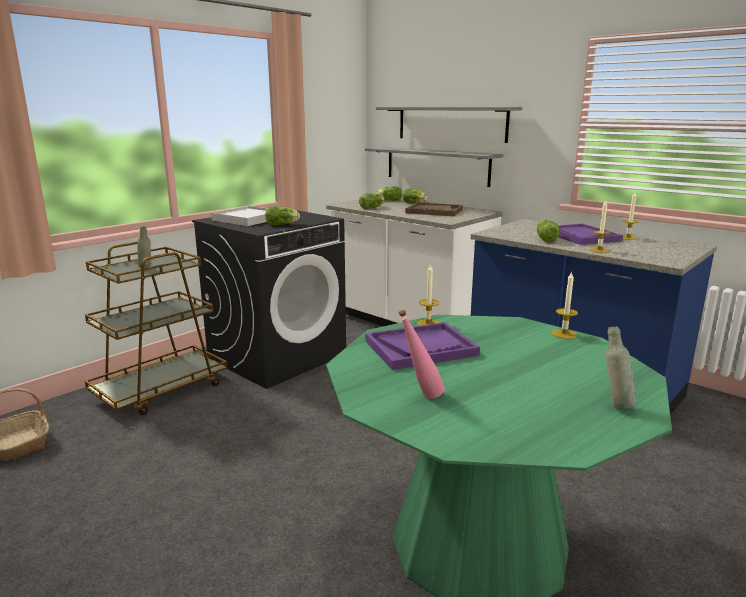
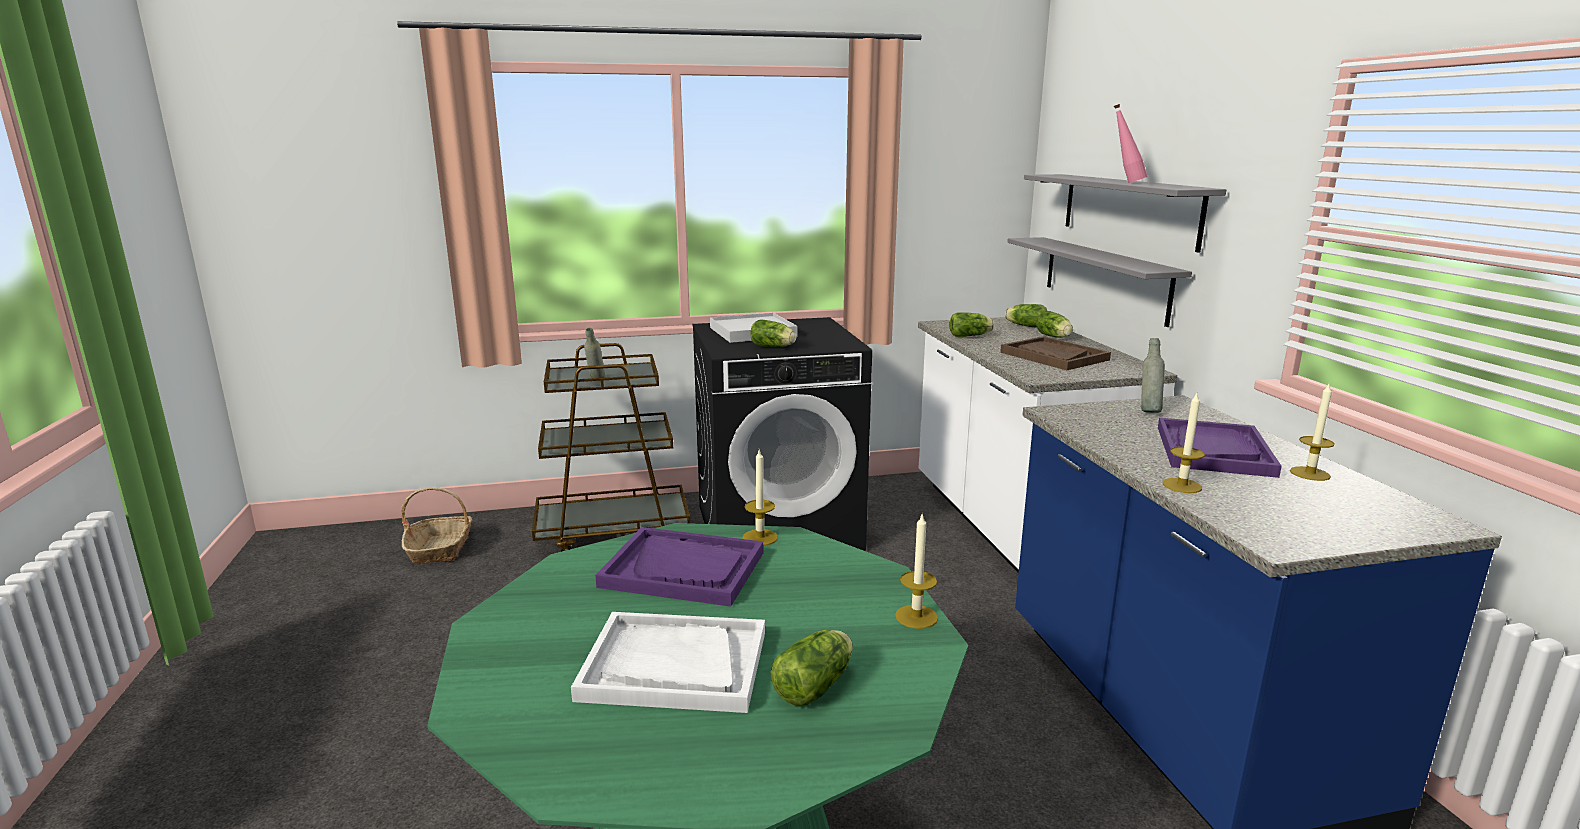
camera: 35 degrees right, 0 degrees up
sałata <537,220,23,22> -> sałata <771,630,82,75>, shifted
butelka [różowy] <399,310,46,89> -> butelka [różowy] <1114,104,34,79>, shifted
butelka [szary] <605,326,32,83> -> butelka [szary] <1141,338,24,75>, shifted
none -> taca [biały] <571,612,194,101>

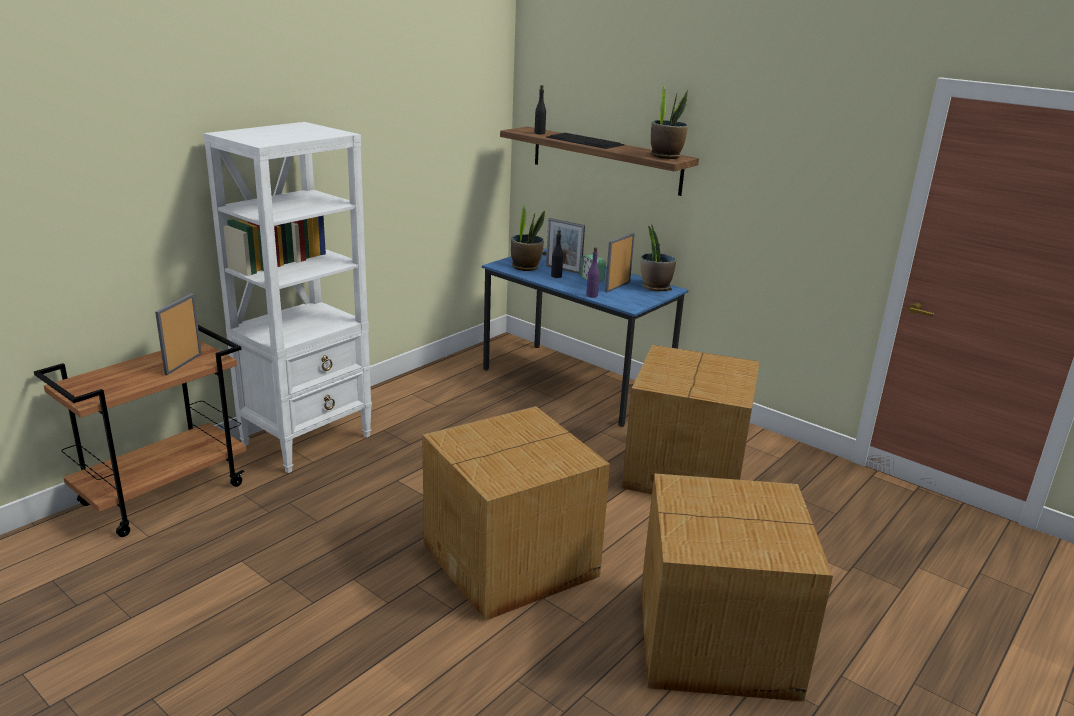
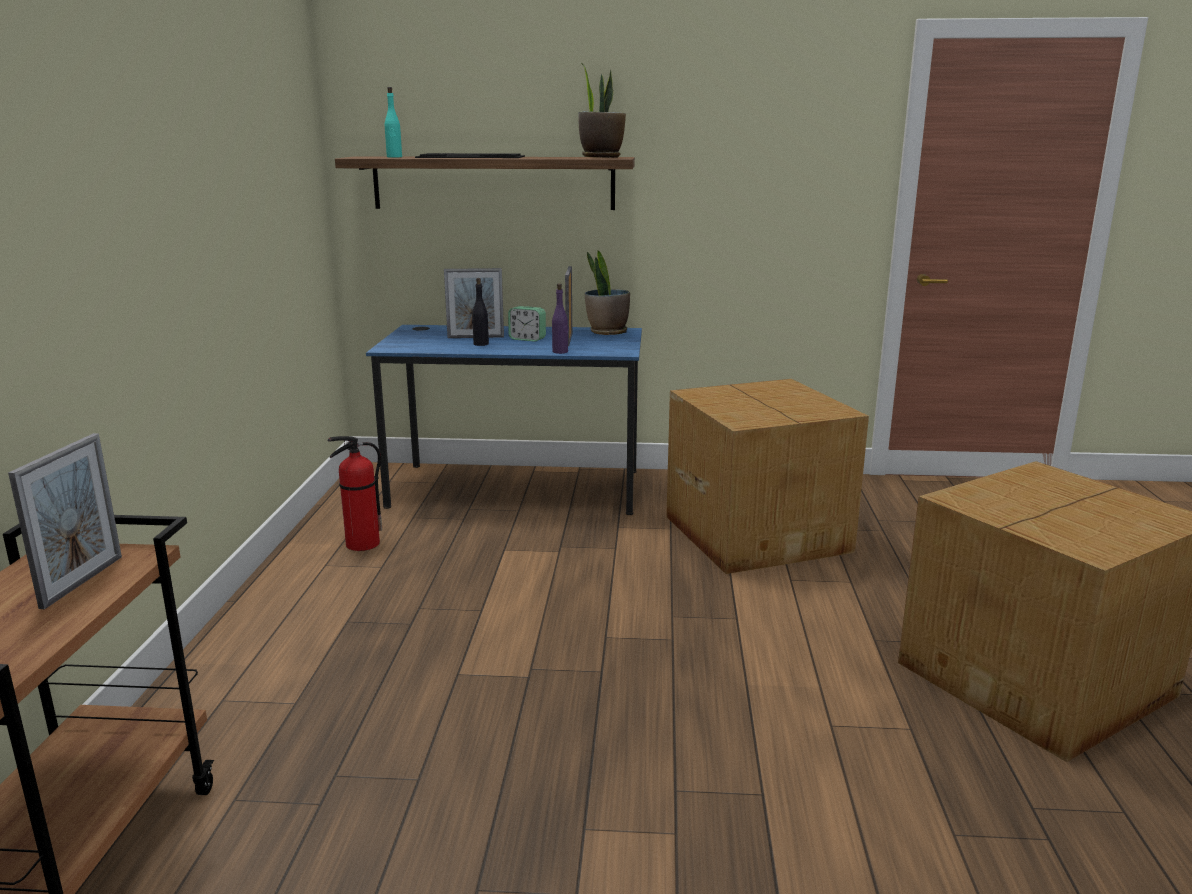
camera: 35 degrees left, 5 degrees down
butelka [czarny] <534,85,12,49> -> butelka [turkusowy] <385,87,17,70>
regał [biały] <203,122,169,351> -> none
roślina doniczkowa <511,204,34,67> -> none
ramka na zdjęcie <155,293,47,82> -> ramka na zdjęcie <8,433,114,176>, 150 degrees counterclockwise
karton <422,406,188,215> -> none
none -> gaśnica <327,436,55,115>

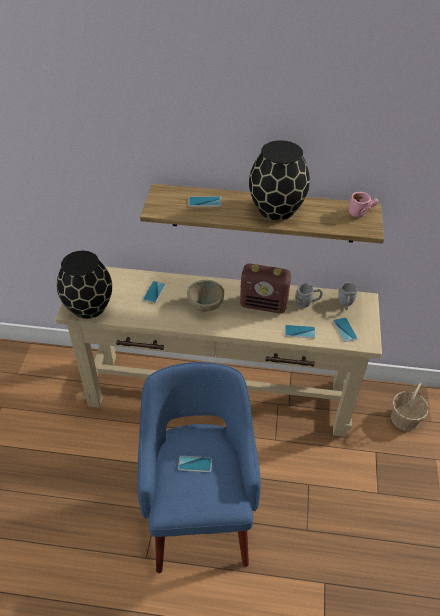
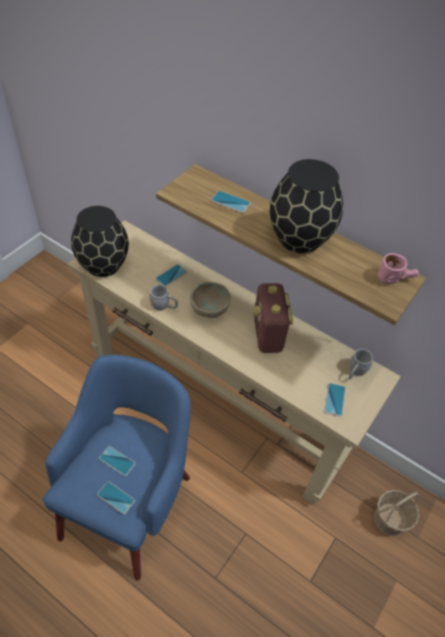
camera: 25 degrees right, 5 degrees up
radio <240,263,51,50> -> radio <254,283,39,70>, 45 degrees clockwise
kubek [szary] <295,284,28,24> -> kubek [szary] <149,285,29,26>, shifted
telefon <285,325,31,13> -> telefon <97,481,38,33>, shifted

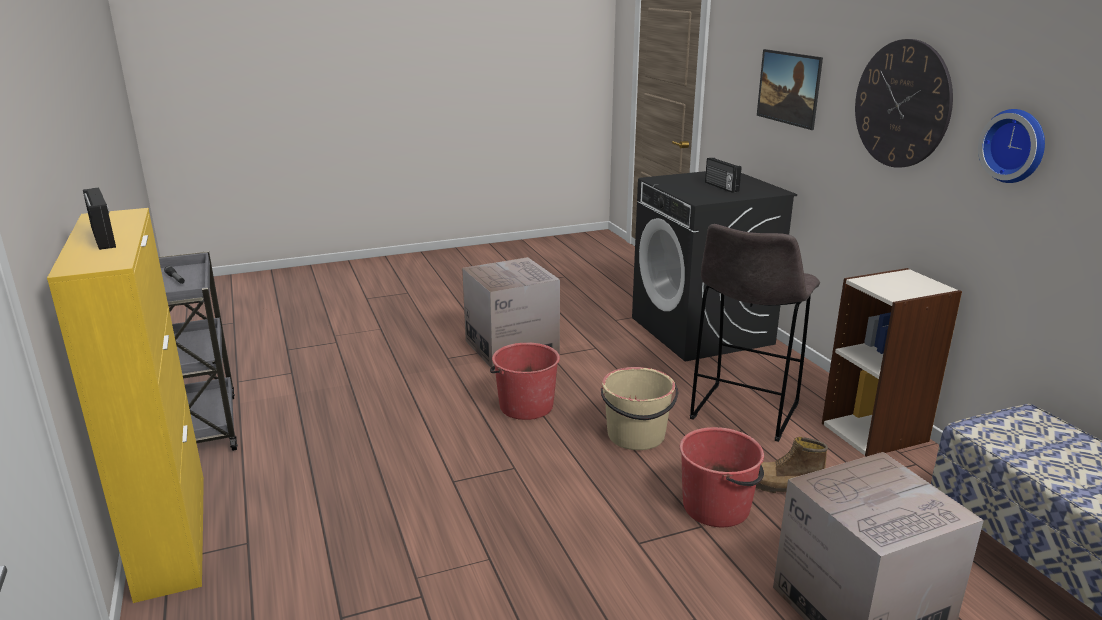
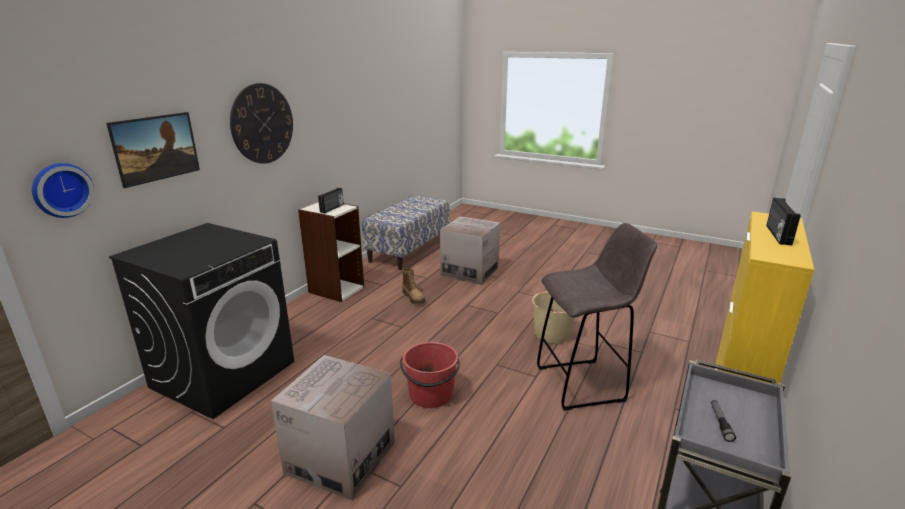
camera: 130 degrees left, 0 degrees up
zegar ścienny <978,109,67,74> -> zegar ścienny <32,163,62,55>, shifted
radio <705,158,37,35> -> radio <318,188,26,25>, shifted
stołek [szary] <690,224,130,218> -> stołek [szary] <537,223,120,188>, shifted
wiadro [beżowy] <601,367,77,83> -> wiadro [beżowy] <532,291,43,53>, shifted
wiadro [czerwony] <680,427,84,100> -> none

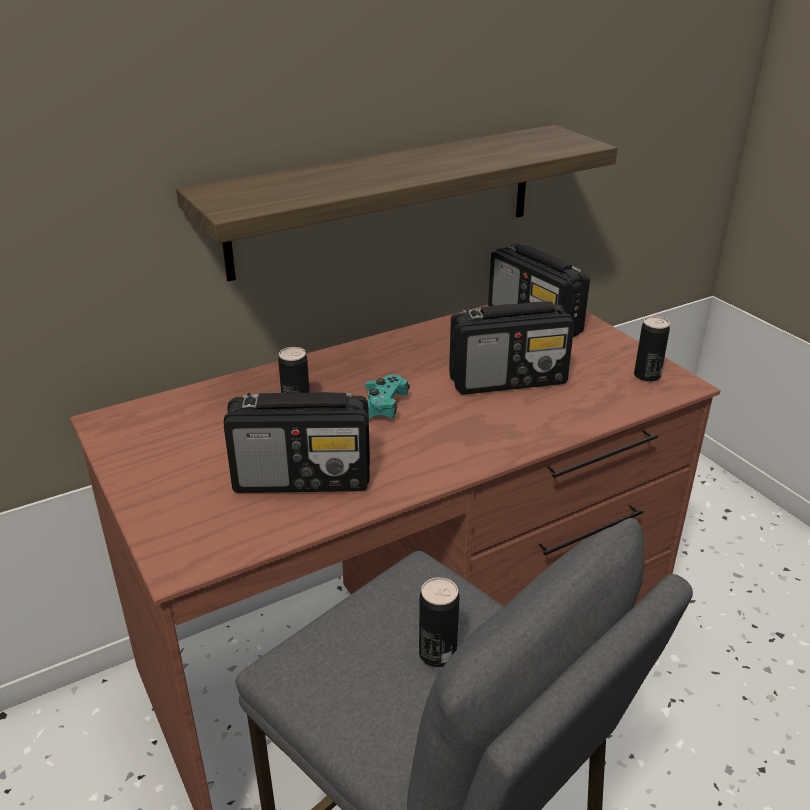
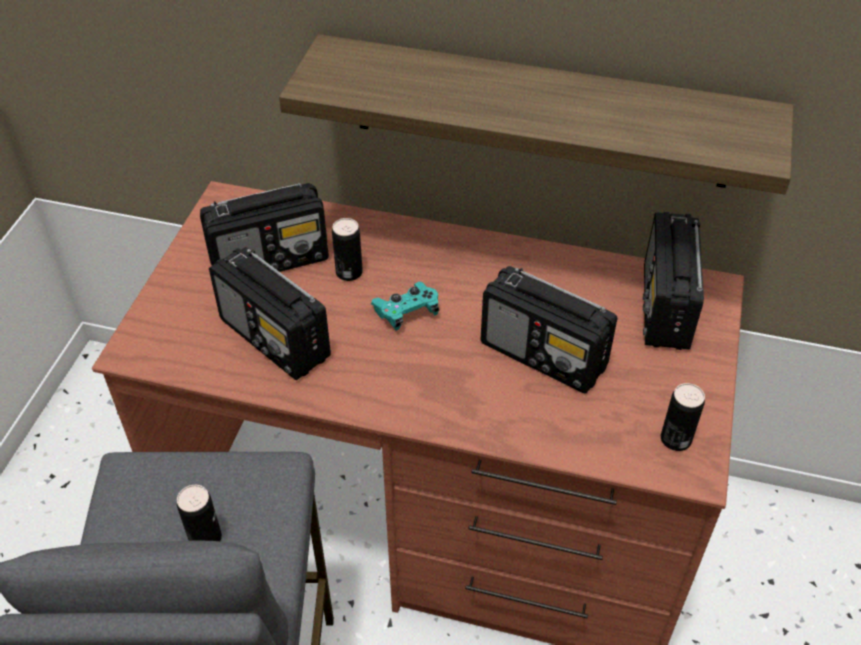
camera: 45 degrees right, 15 degrees up
none -> radio <200,183,129,89>

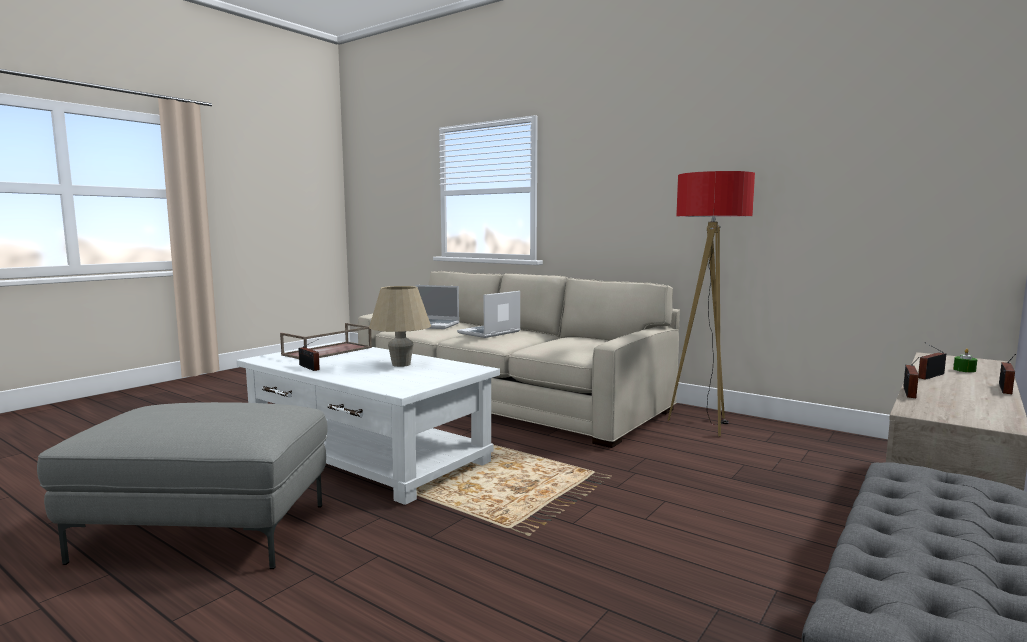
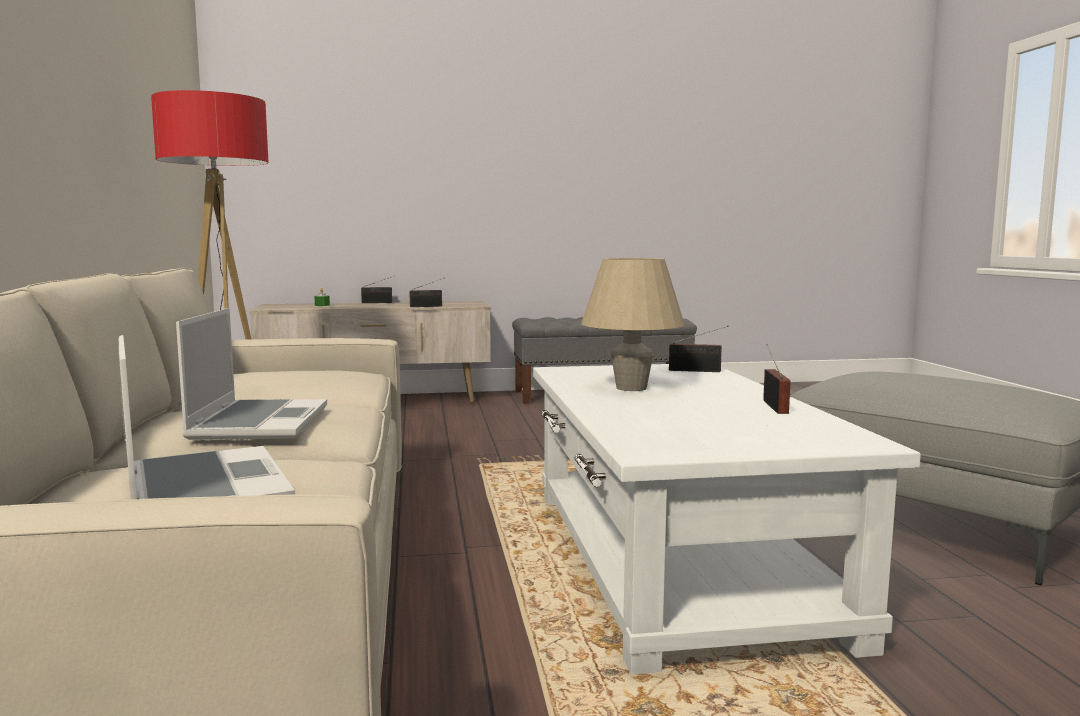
camera: 135 degrees left, 0 degrees up
laptop <457,291,64,47> -> laptop <176,308,151,132>, 90 degrees counterclockwise
taca [brązowy] <280,323,92,36> -> none
radio <918,342,28,38> -> radio <669,326,60,46>, shifted

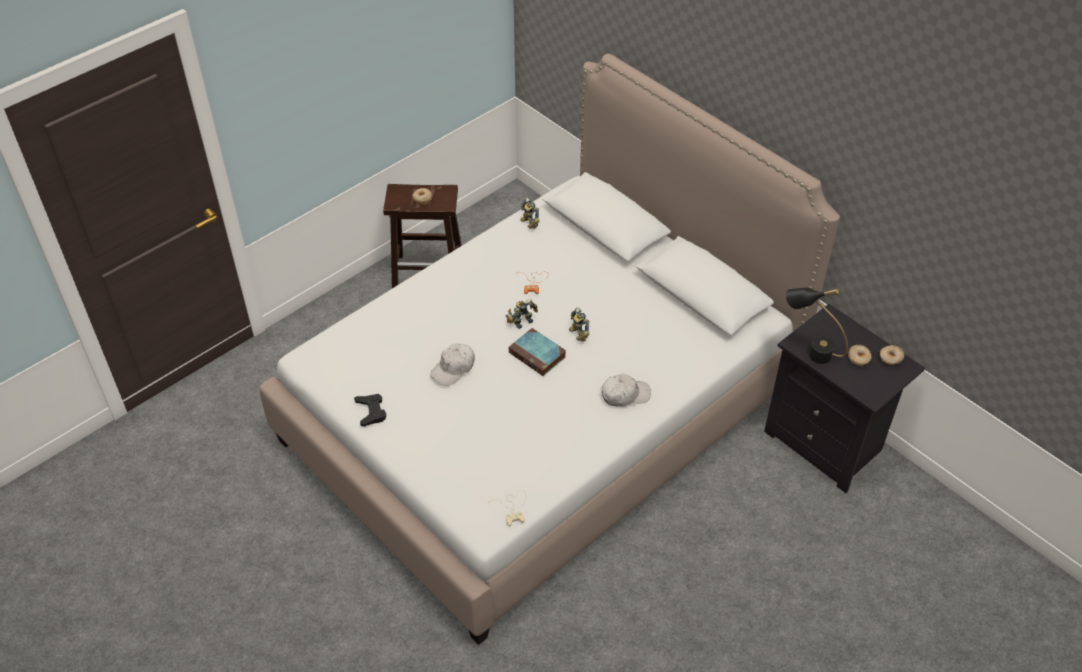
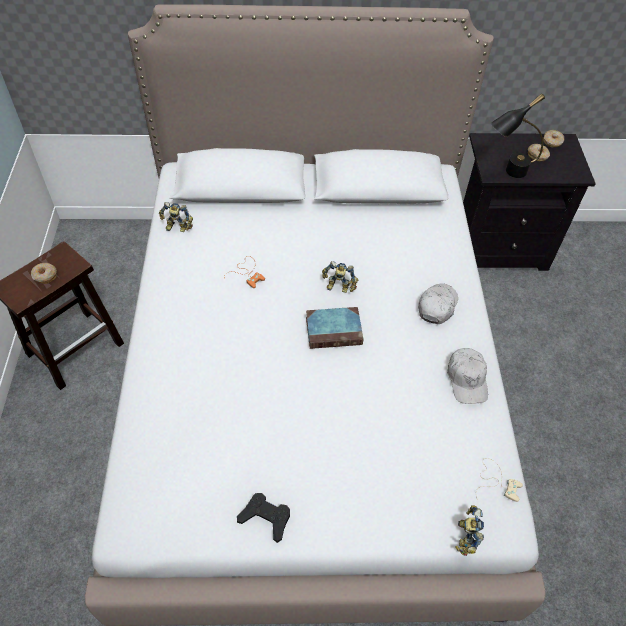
camera: 50 degrees left, 5 degrees up
robot zabawkowy <506,300,32,29> -> robot zabawkowy <455,505,29,51>, shifted
czapka z daszkiem [biały] <430,343,45,43> -> czapka z daszkiem [biały] <447,348,41,56>, shifted

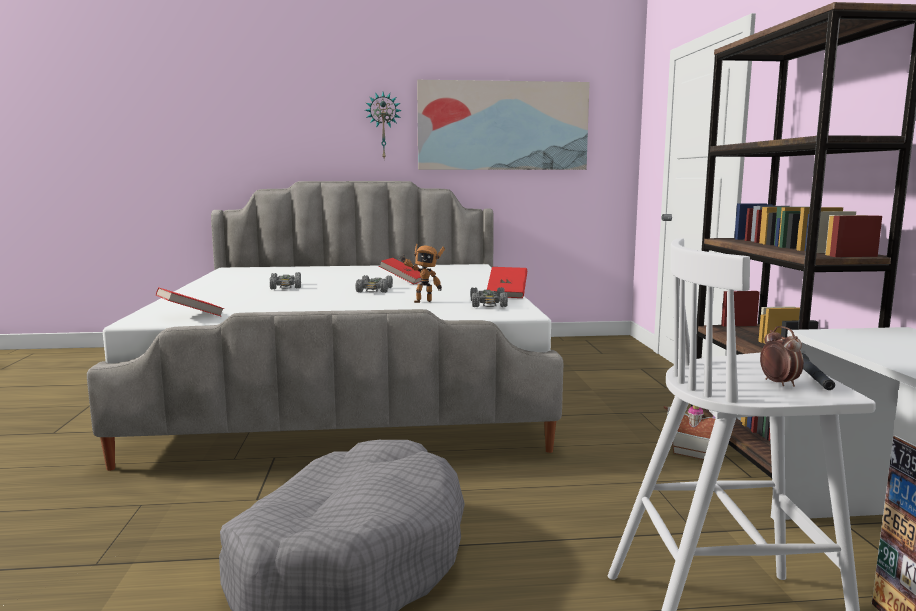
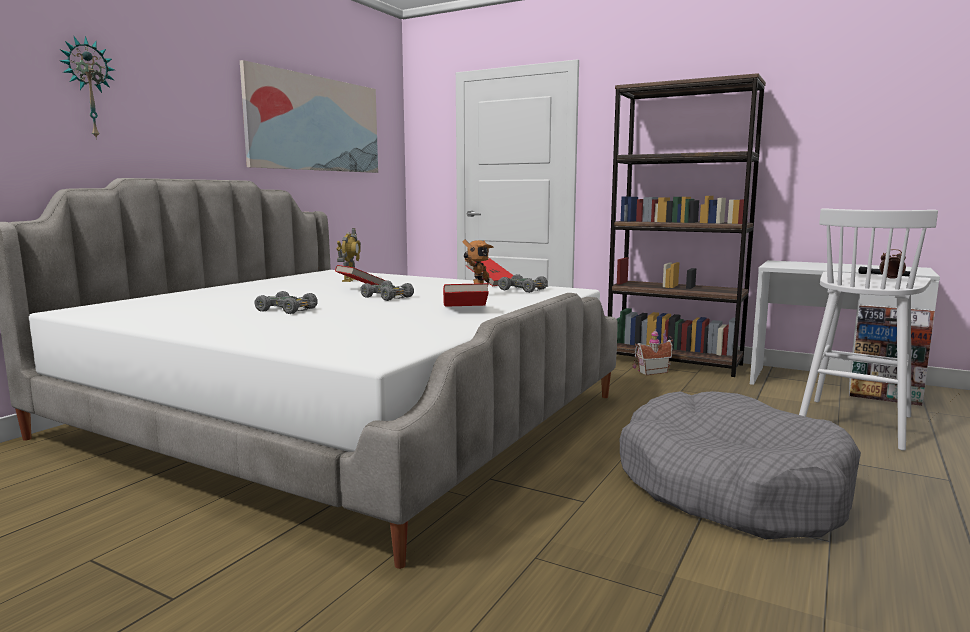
camera: 55 degrees left, 0 degrees up
zegar ścienny <365,92,37,66> -> zegar ścienny <60,36,55,104>, shifted
książka [czerwony] <156,287,68,29> -> książka [czerwony] <443,283,46,24>, shifted
none -> robot zabawkowy <336,228,25,54>

